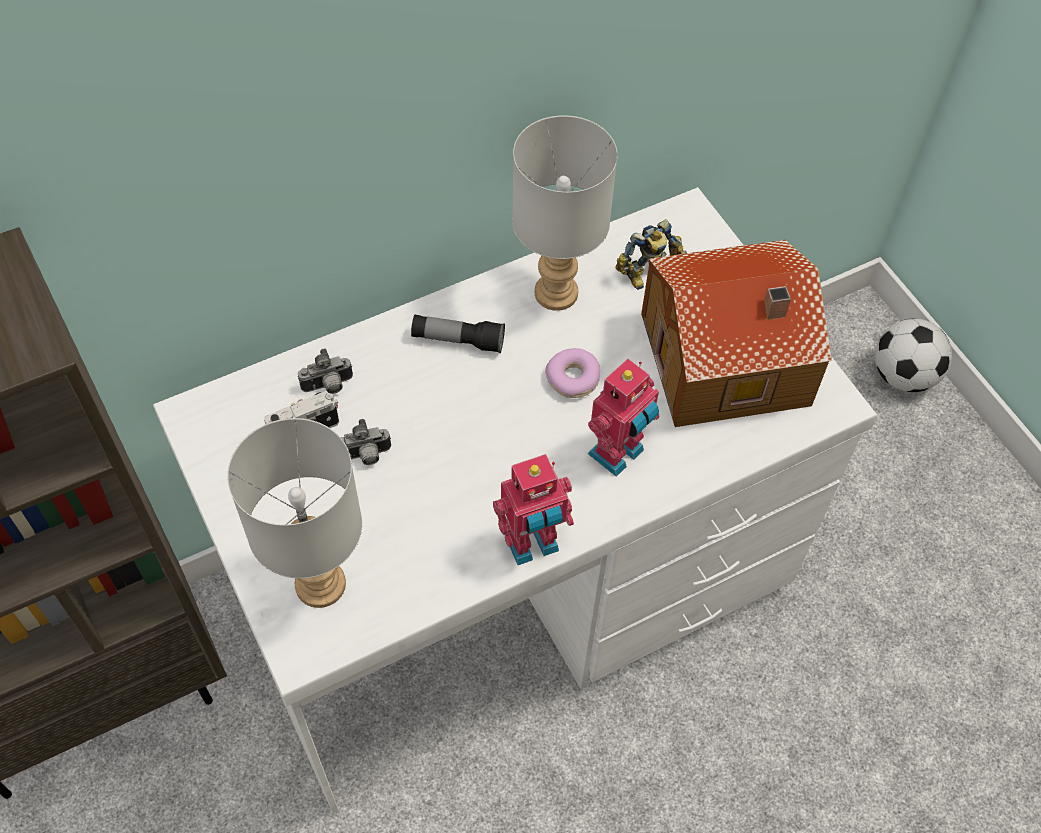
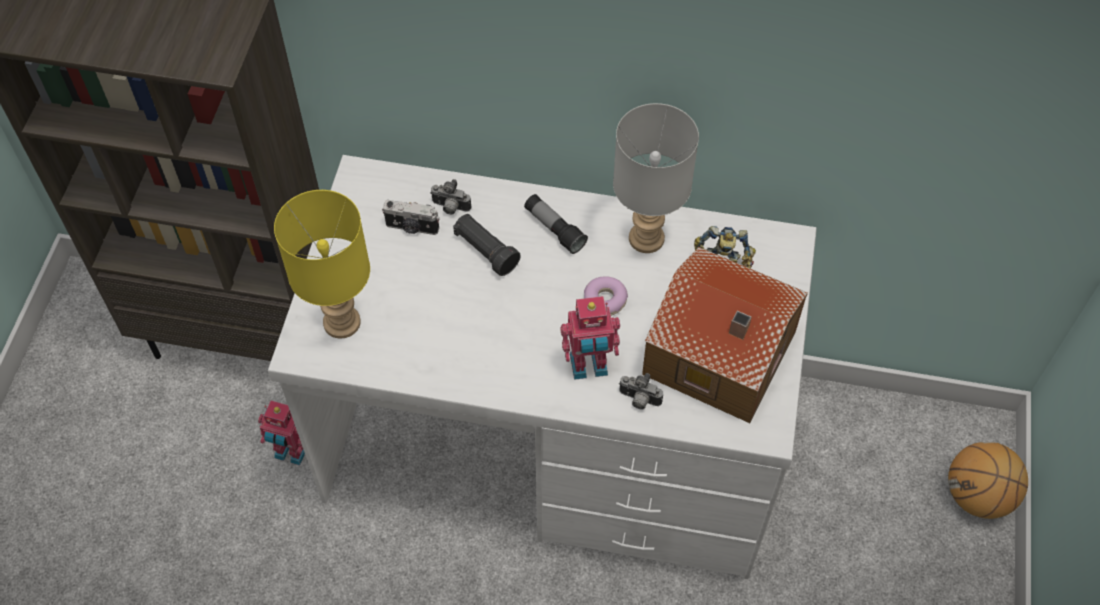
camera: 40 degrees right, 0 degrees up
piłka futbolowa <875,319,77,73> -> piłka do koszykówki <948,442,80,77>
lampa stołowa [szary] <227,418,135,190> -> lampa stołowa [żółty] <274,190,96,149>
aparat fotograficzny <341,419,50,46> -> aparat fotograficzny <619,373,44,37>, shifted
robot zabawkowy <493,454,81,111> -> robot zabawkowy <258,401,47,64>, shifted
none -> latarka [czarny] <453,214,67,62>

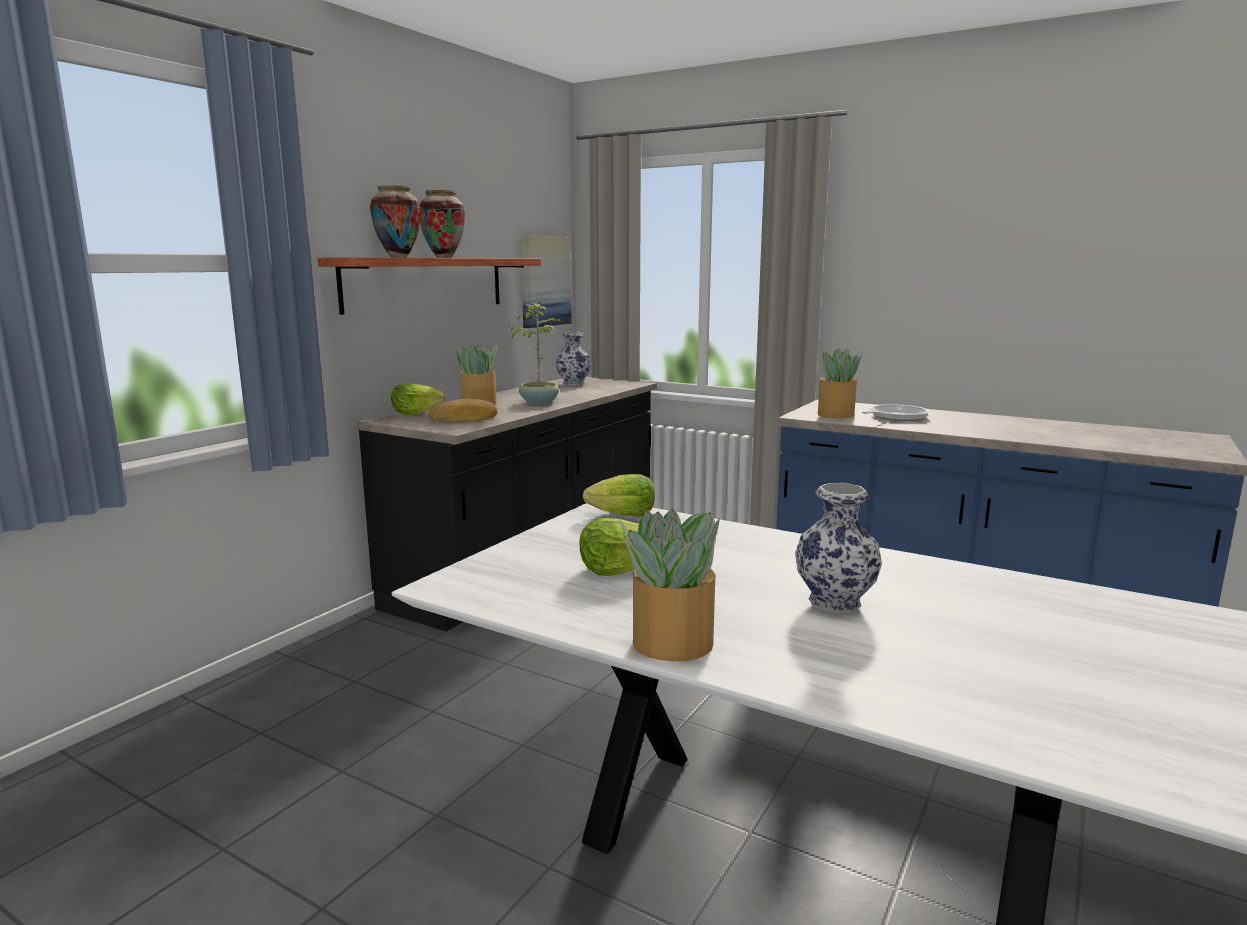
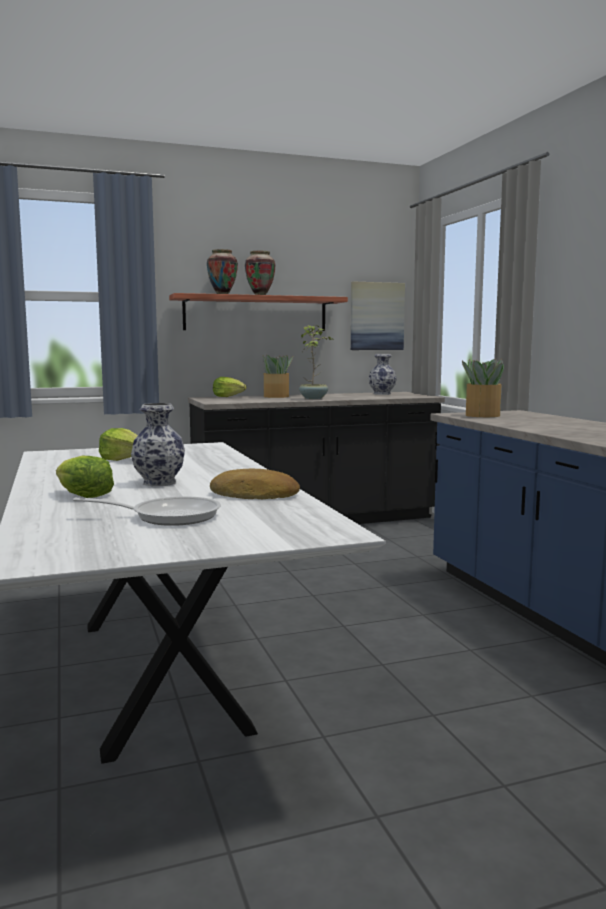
camera: 40 degrees right, 5 degrees down
chleb <427,399,71,24> -> chleb <210,469,90,30>, shifted
patelnia <862,404,68,17> -> patelnia <73,496,148,30>, shifted
sałata <583,474,72,43> -> sałata <56,456,58,42>, shifted
roślina doniczkowa <618,509,102,152> -> none

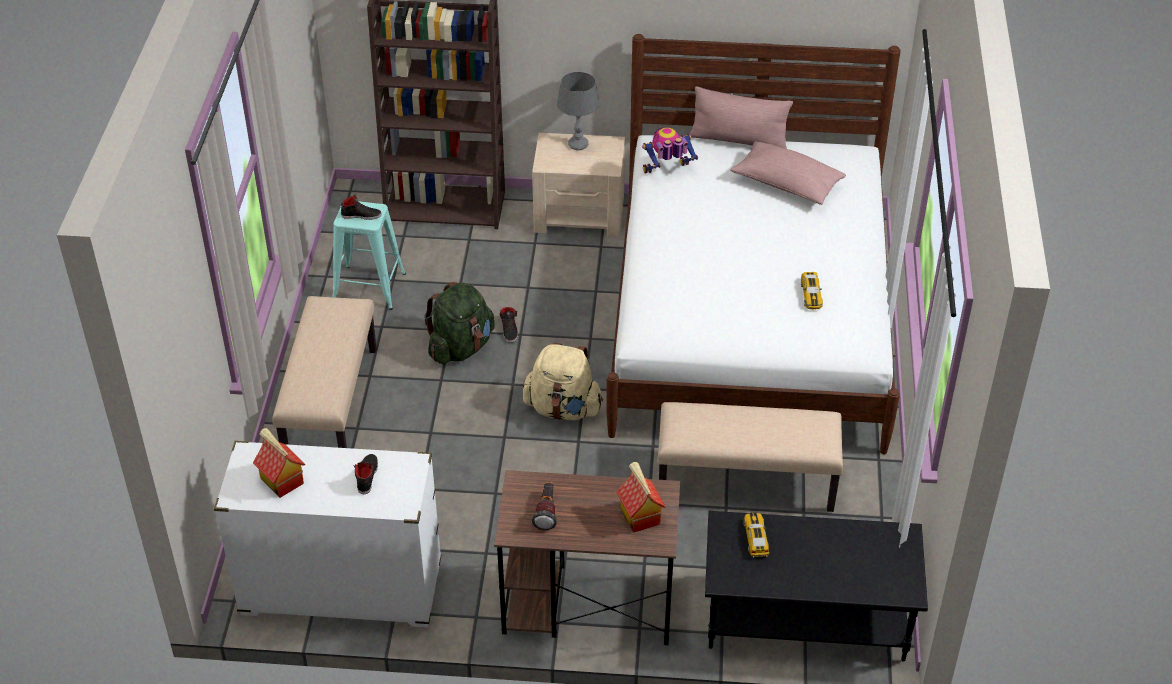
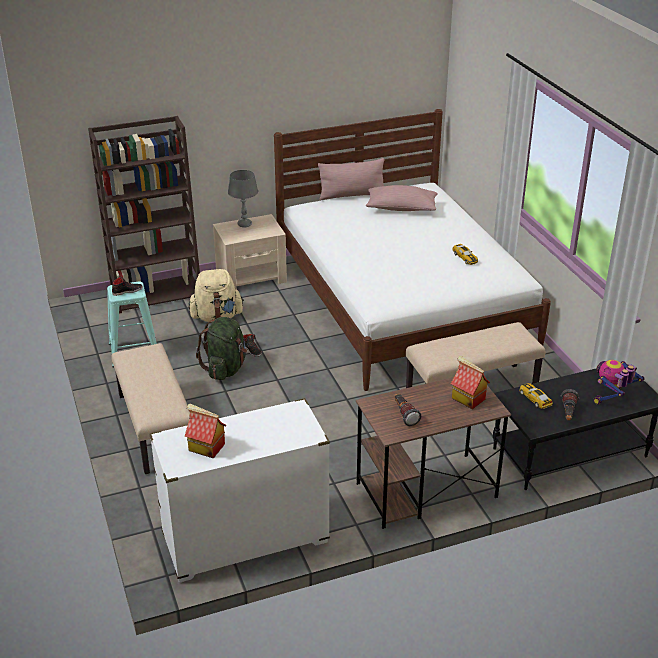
camera: 25 degrees left, 10 degrees down
robot zabawkowy <642,128,56,46> -> robot zabawkowy <593,360,52,45>, shifted
plecak [beżowy] <523,343,80,77> -> plecak [beżowy] <189,269,55,53>, shifted
but [czarny] <353,454,25,40> -> none
none -> latarka <561,389,18,32>

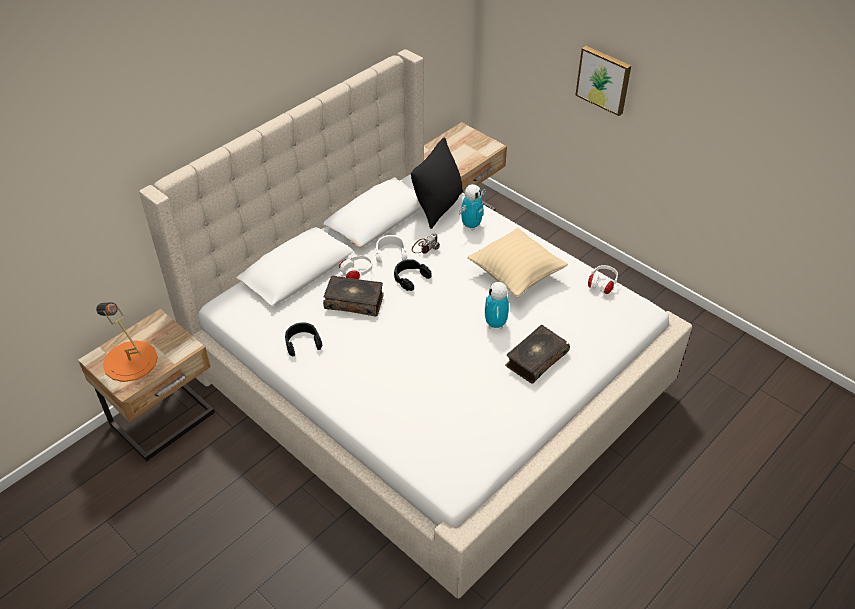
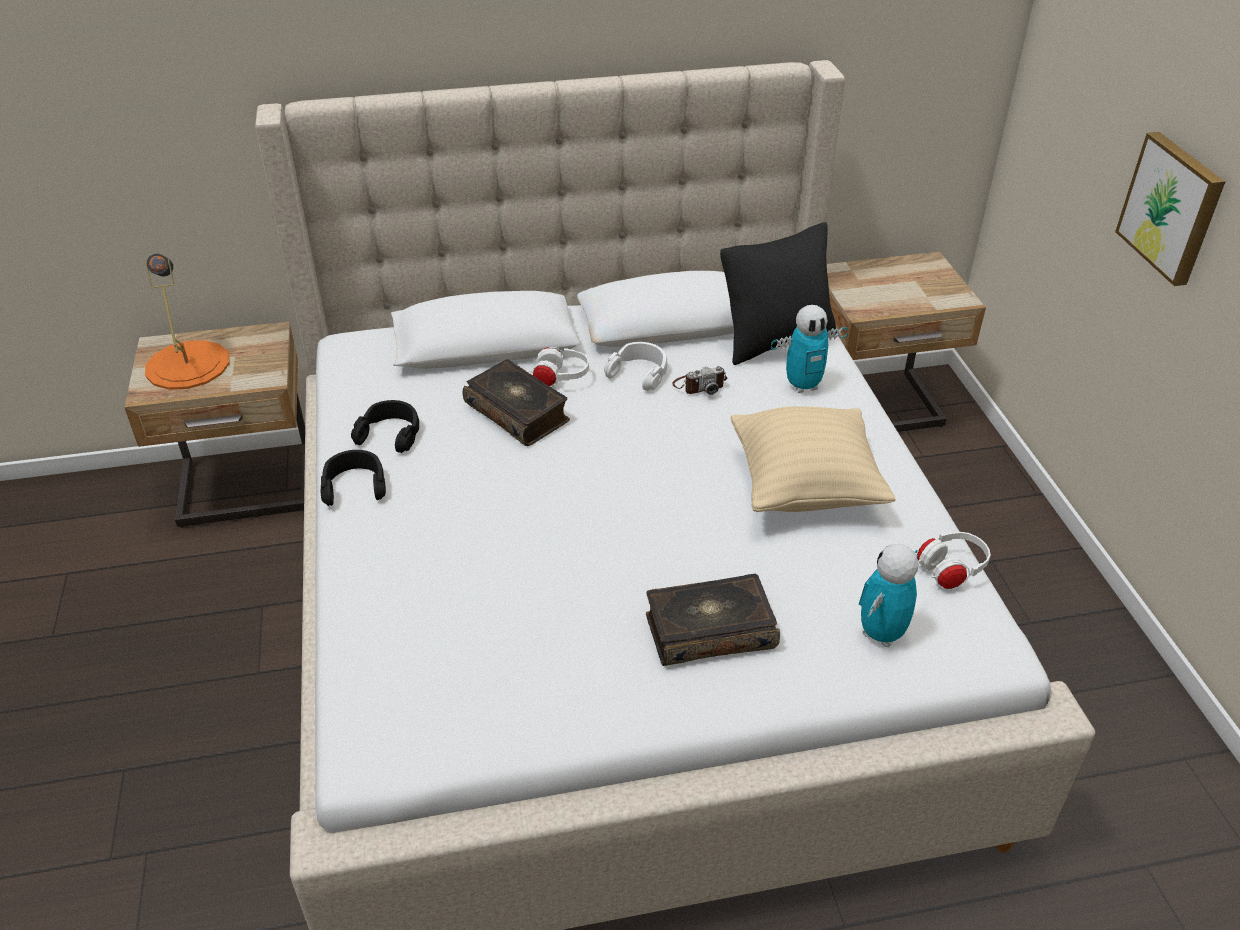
camera: 35 degrees right, 5 degrees down
słuchawki [czarny] <394,259,38,32> -> słuchawki [czarny] <321,450,65,56>, shifted
robot zabawkowy <485,282,24,47> -> robot zabawkowy <859,544,60,103>, shifted

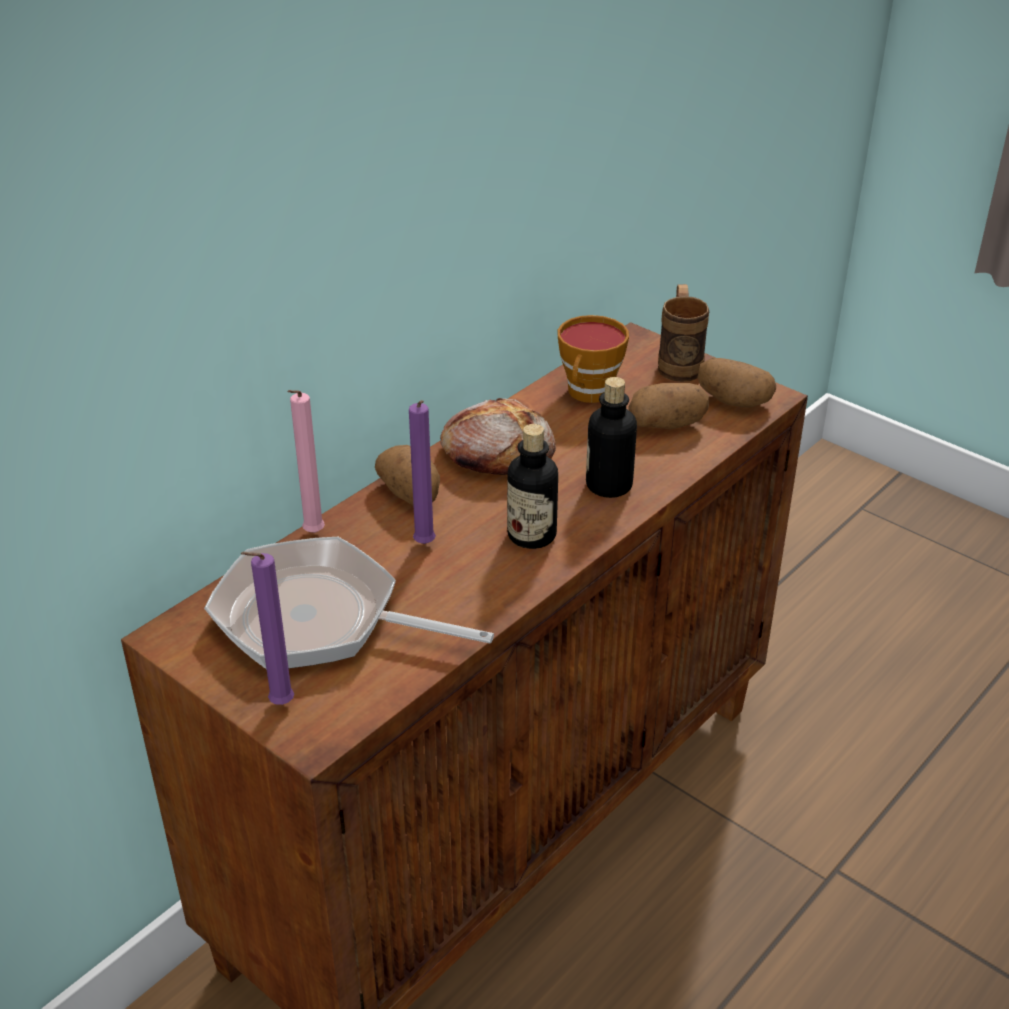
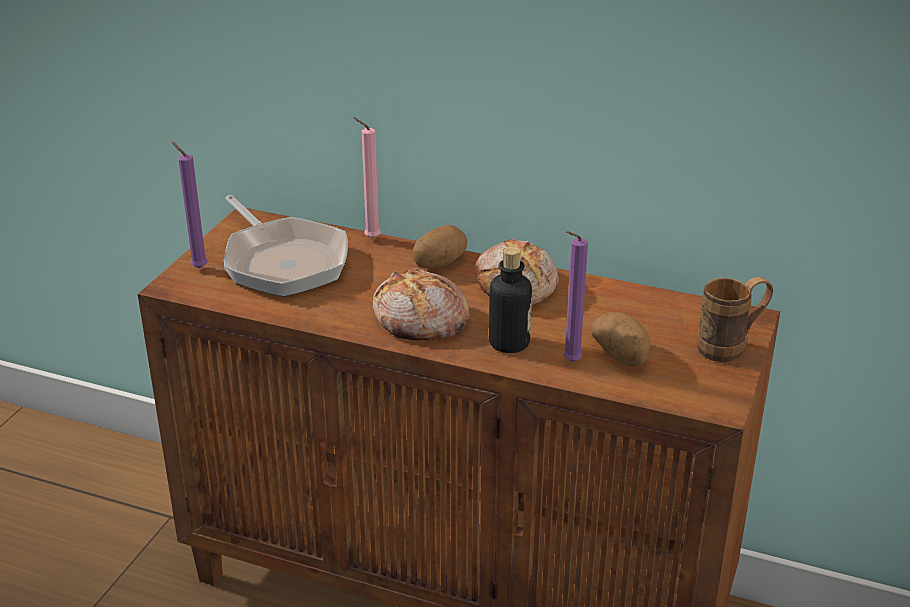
camera: 70 degrees right, 5 degrees down
filiżanka <558,315,71,88> -> none
ziemniak <697,358,79,50> -> none
świeca [fioletowy] <409,400,27,144> -> świeca [fioletowy] <563,231,25,131>, shifted
butelka <507,424,51,125> -> chleb <373,268,97,72>
patelnia <204,537,290,132> -> patelnia <224,195,124,102>, 150 degrees clockwise

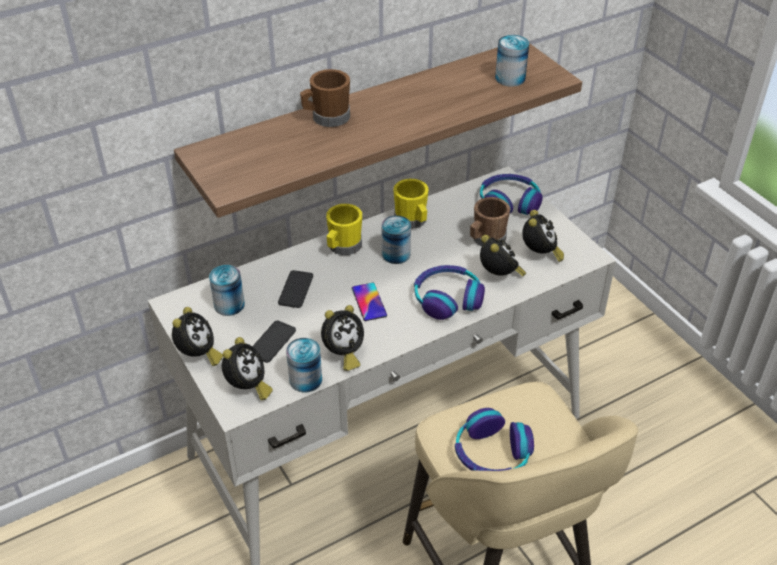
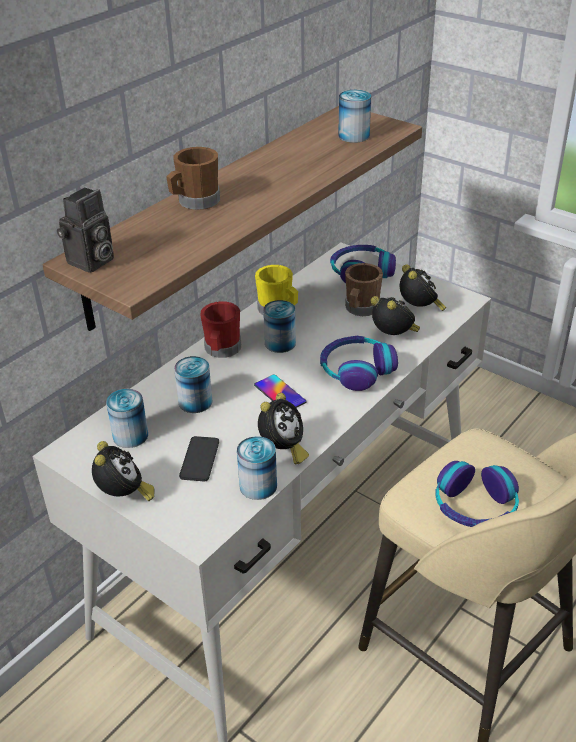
camera: 20 degrees left, 5 degrees down
kubek [żółty] <326,204,36,51> -> kubek [czerwony] <200,301,41,57>
telefon <278,270,35,38> -> puszka <174,356,38,57>
budzik <222,337,51,64> -> none
none -> aparat fotograficzny <57,187,57,86>

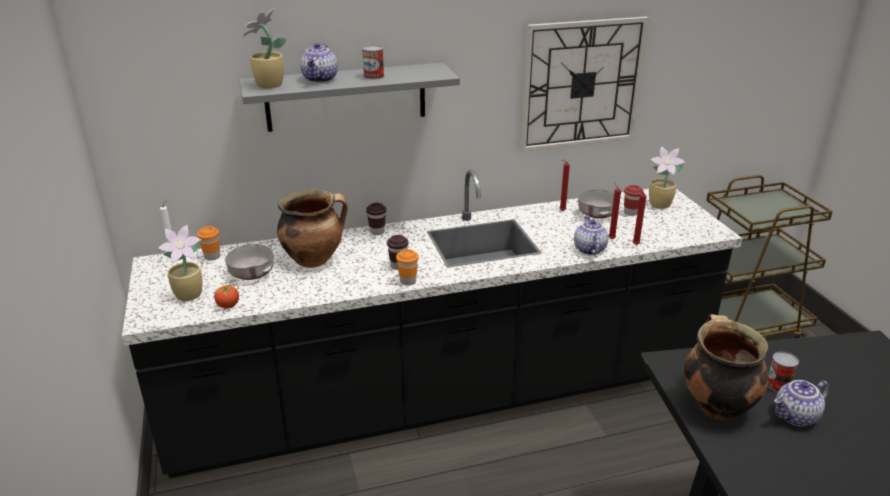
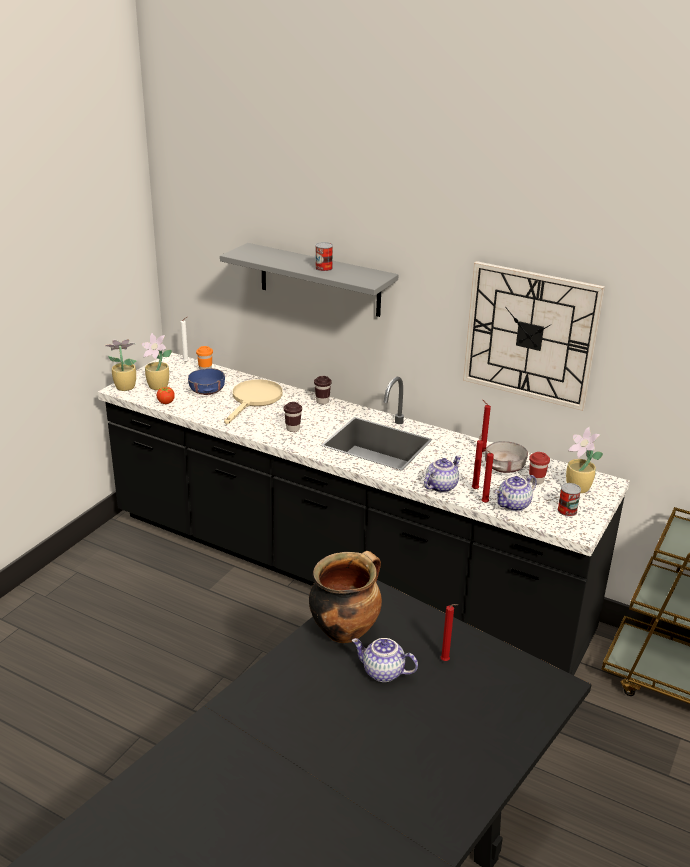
camera: 45 degrees right, 0 degrees up
roślina doniczkowa <243,9,44,79> -> roślina doniczkowa <105,339,32,52>, shifted
imbryk <300,43,38,40> -> imbryk <495,475,42,36>, shifted
garnek <277,189,71,79> -> patelnia [beżowy] <224,379,59,45>
miska [szary] <225,244,48,36> -> miska [niebieski] <188,368,37,27>
filiżanka [pomarańczowy] <396,249,23,36> -> none
puszka <768,352,31,40> -> puszka <557,483,24,34>, shifted
none -> świeca [czerwony] <441,604,17,57>

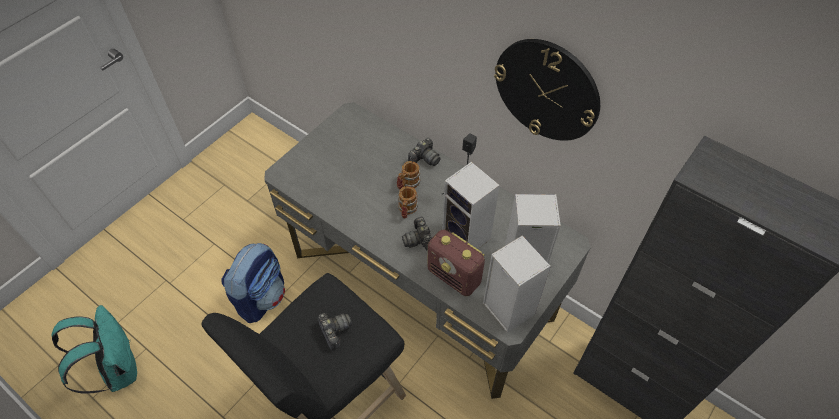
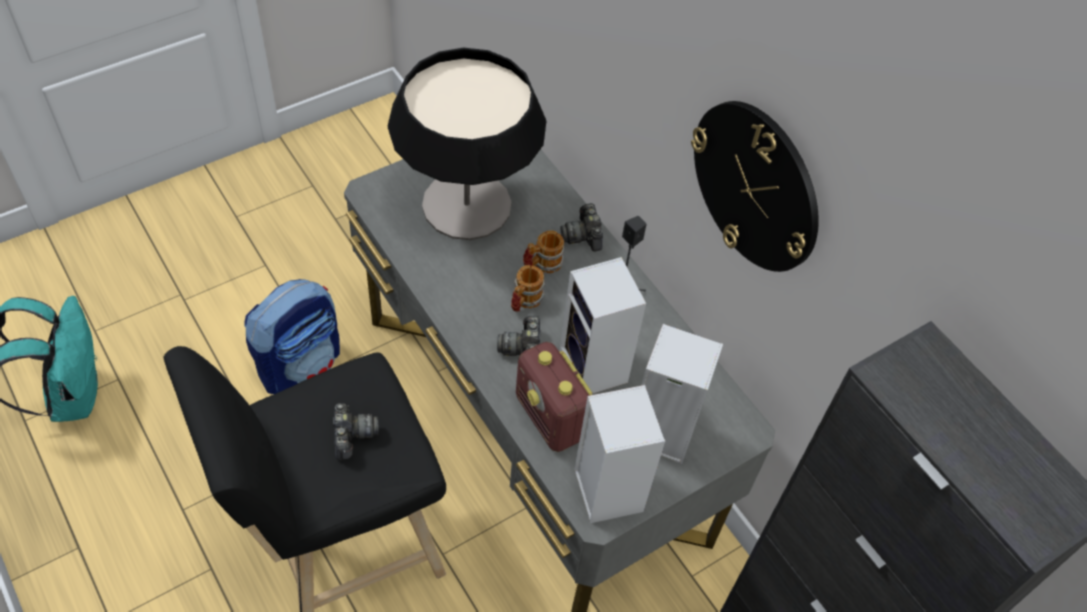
camera: 15 degrees right, 0 degrees up
aparat fotograficzny <408,138,33,28> -> aparat fotograficzny <561,203,42,48>, 105 degrees clockwise
none -> lampa stołowa <388,48,158,192>

